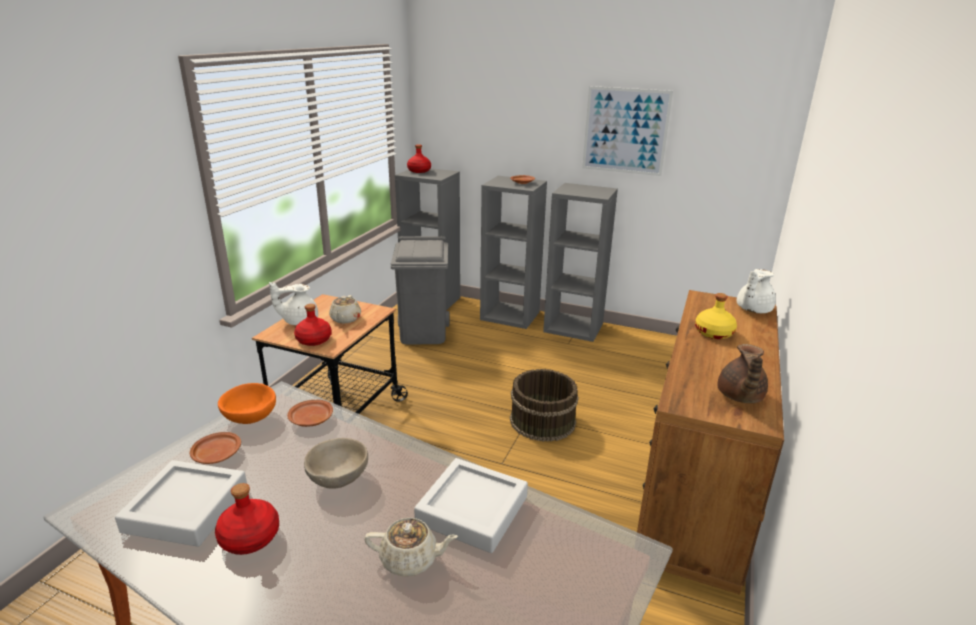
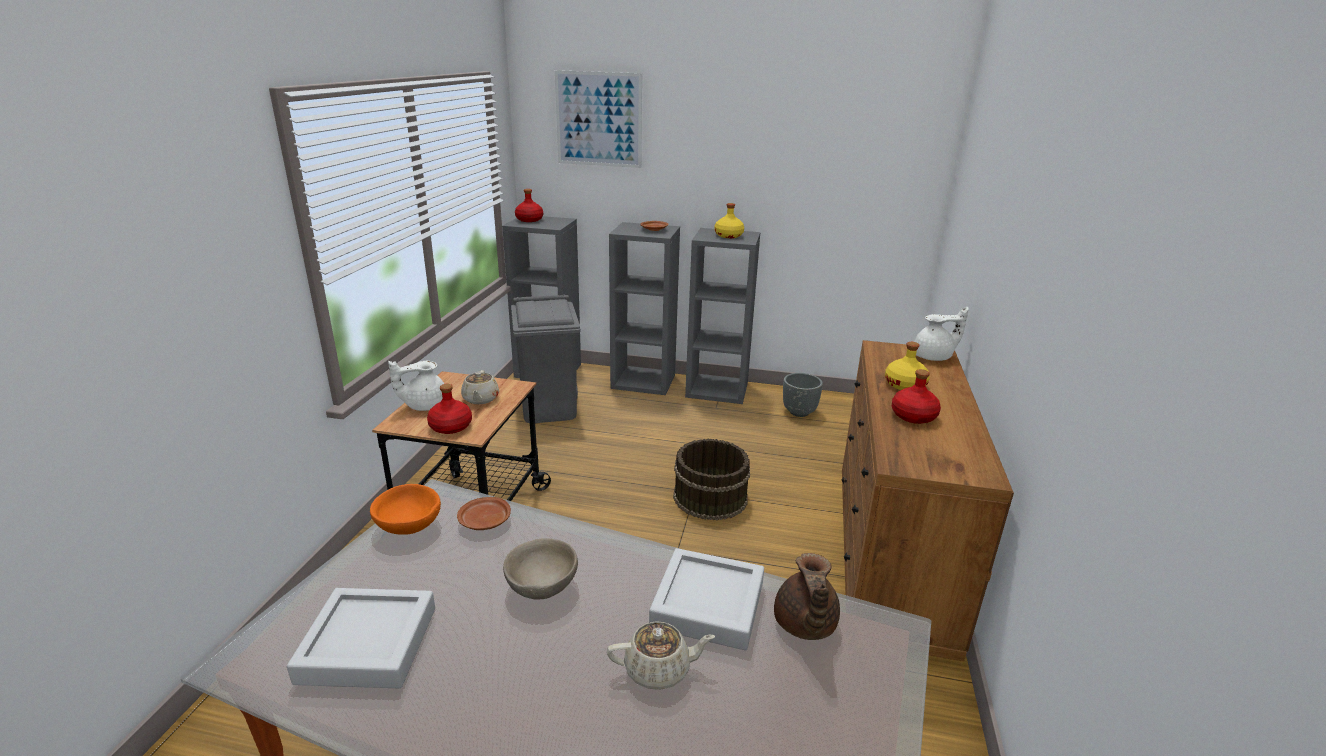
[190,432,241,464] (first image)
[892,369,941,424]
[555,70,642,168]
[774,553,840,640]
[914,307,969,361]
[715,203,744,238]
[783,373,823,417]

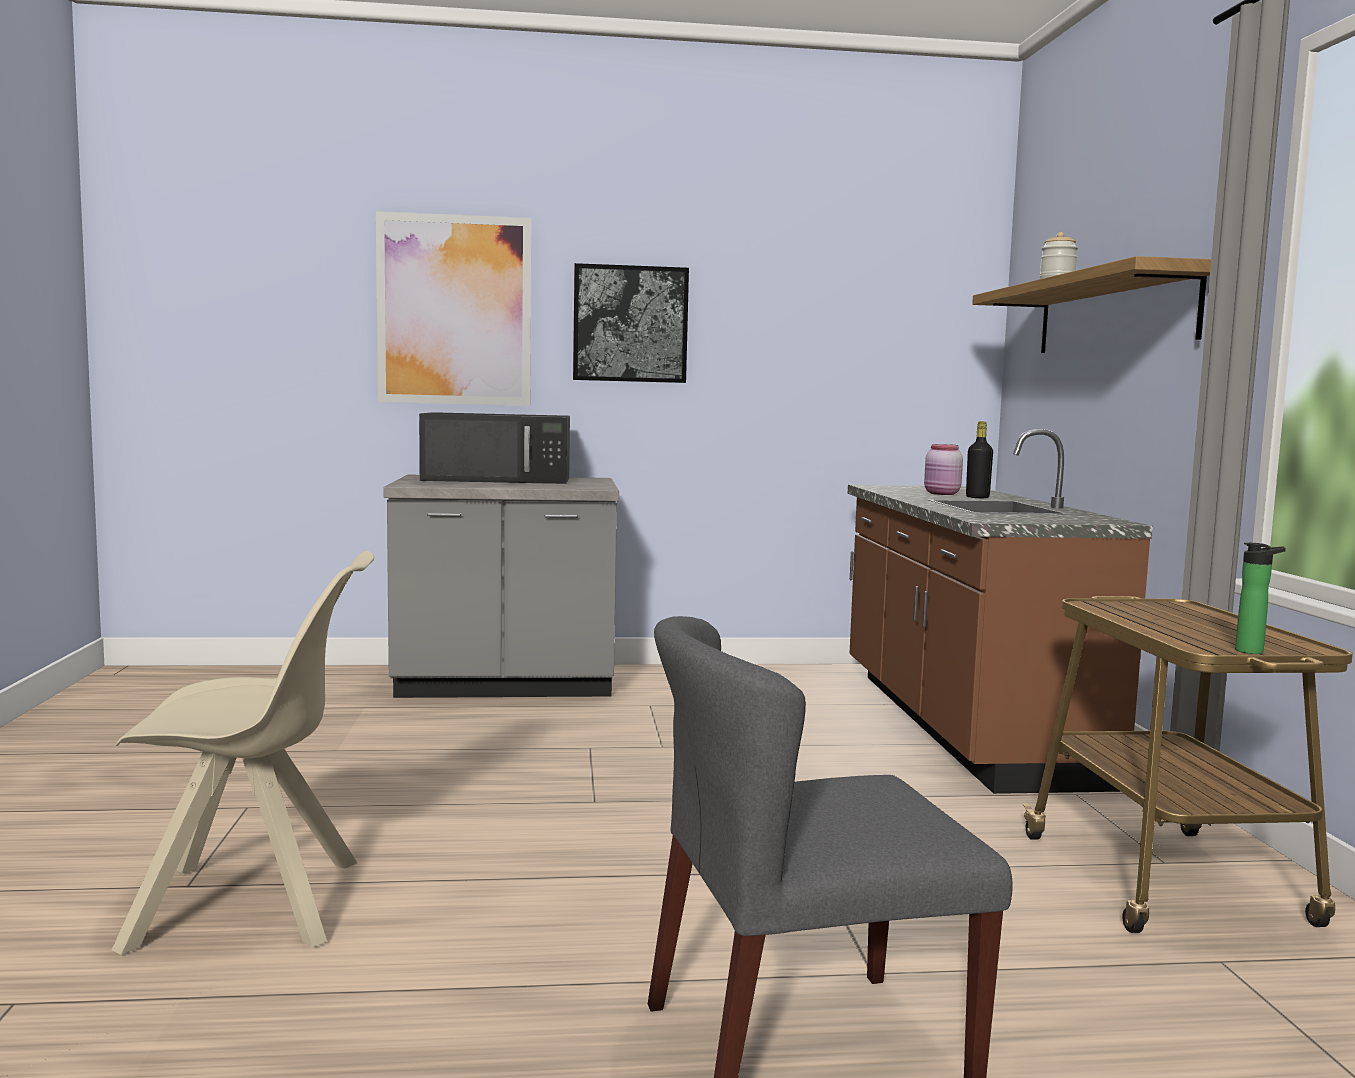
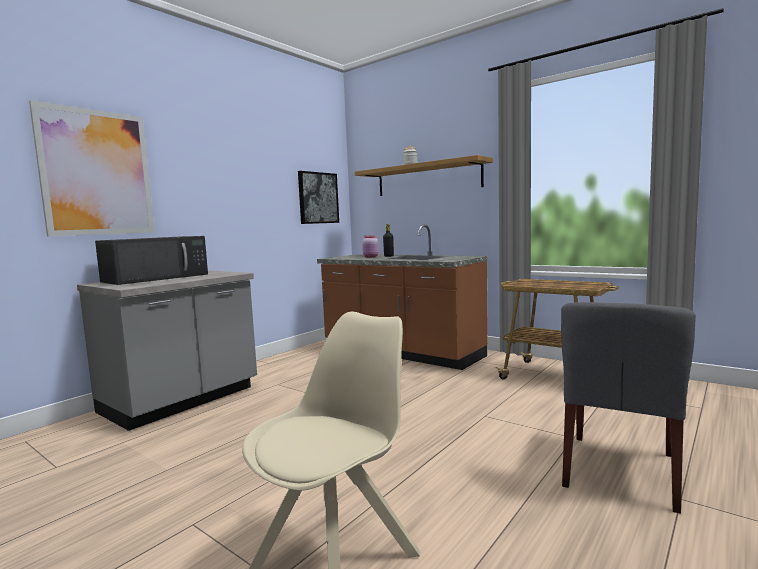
[298,171,339,224]
[1235,543,1286,654] (first image)

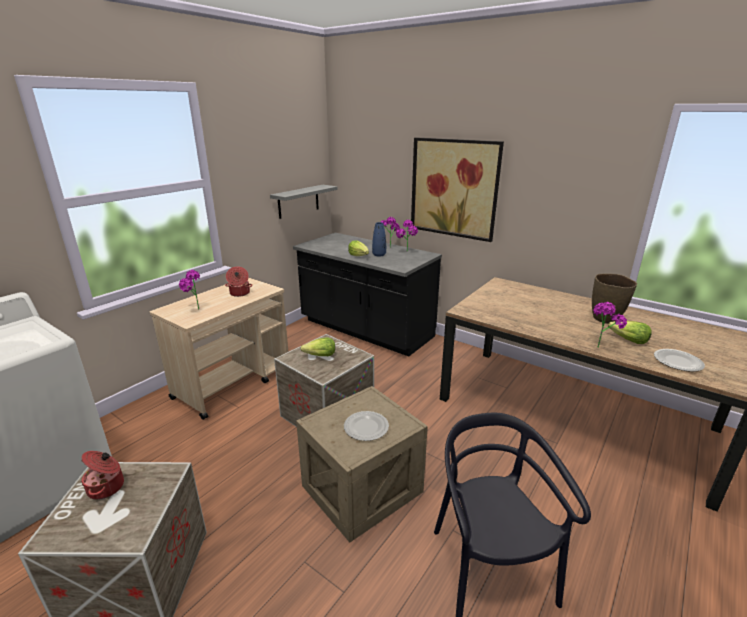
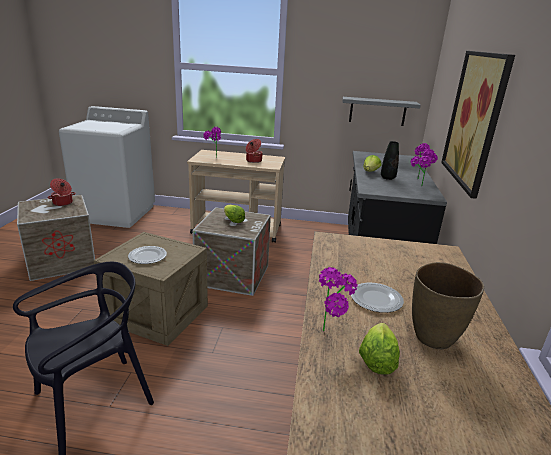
[381,141,399,180]
[351,283,404,313]

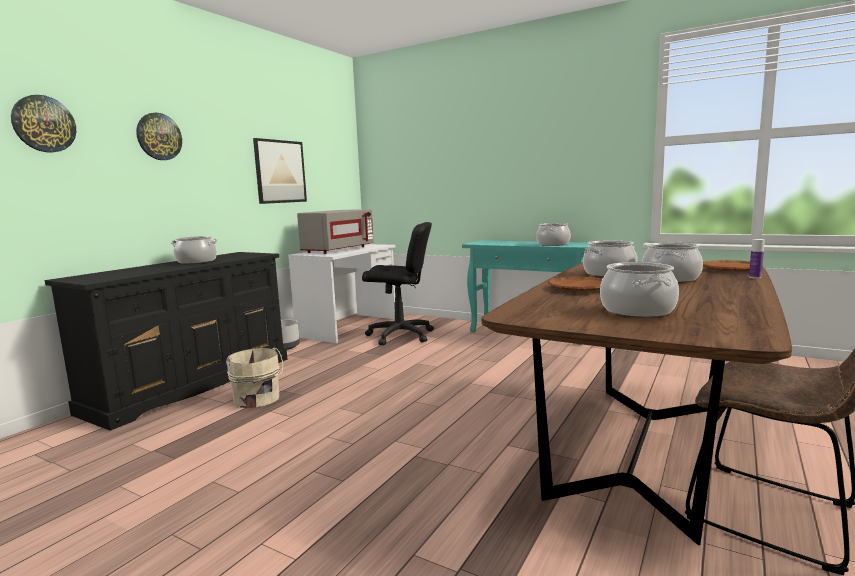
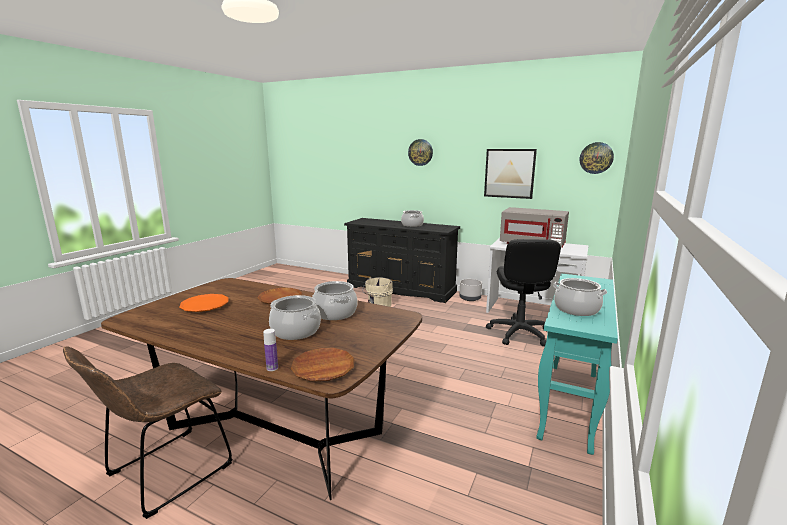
[579,142,614,174]
[179,294,228,312]

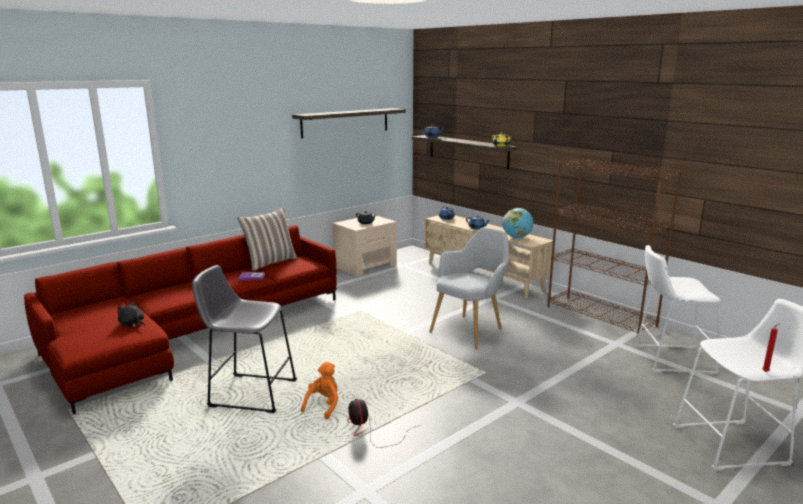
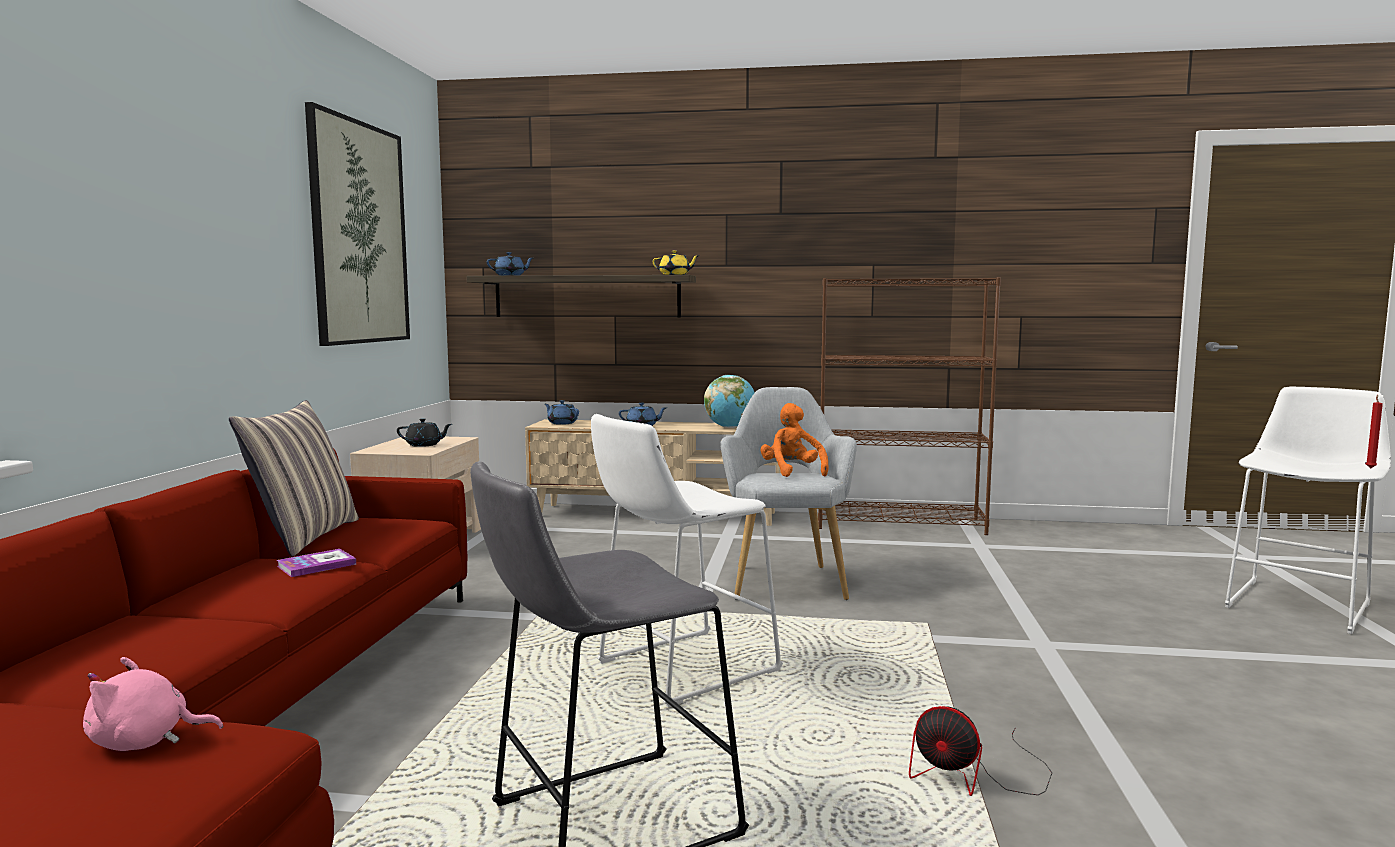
[83,657,223,751]
[305,102,410,346]
[760,403,829,477]
[591,414,783,707]

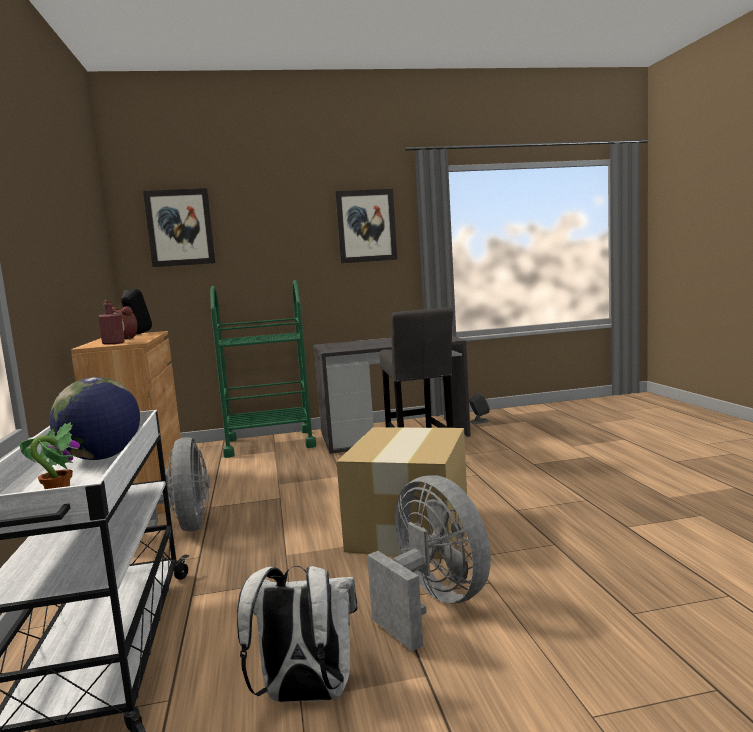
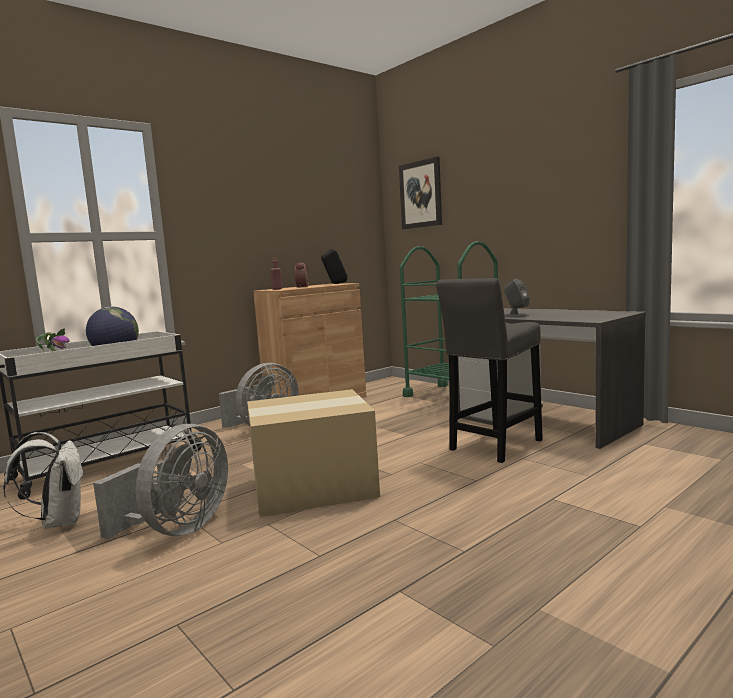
[335,189,397,263] (first image)
[504,279,530,317]

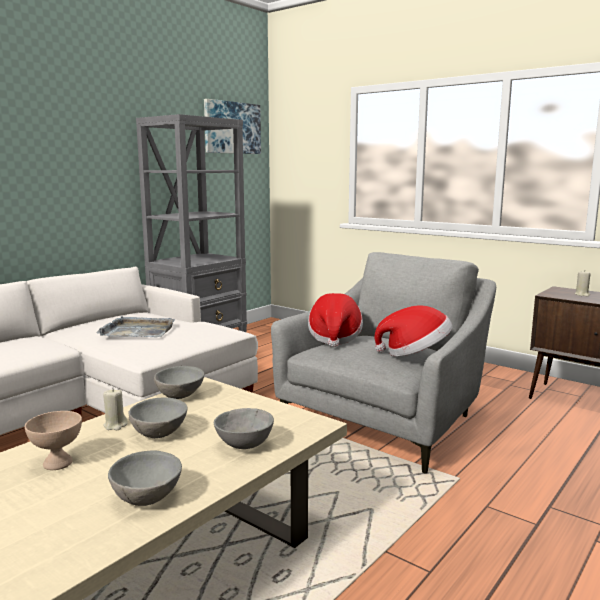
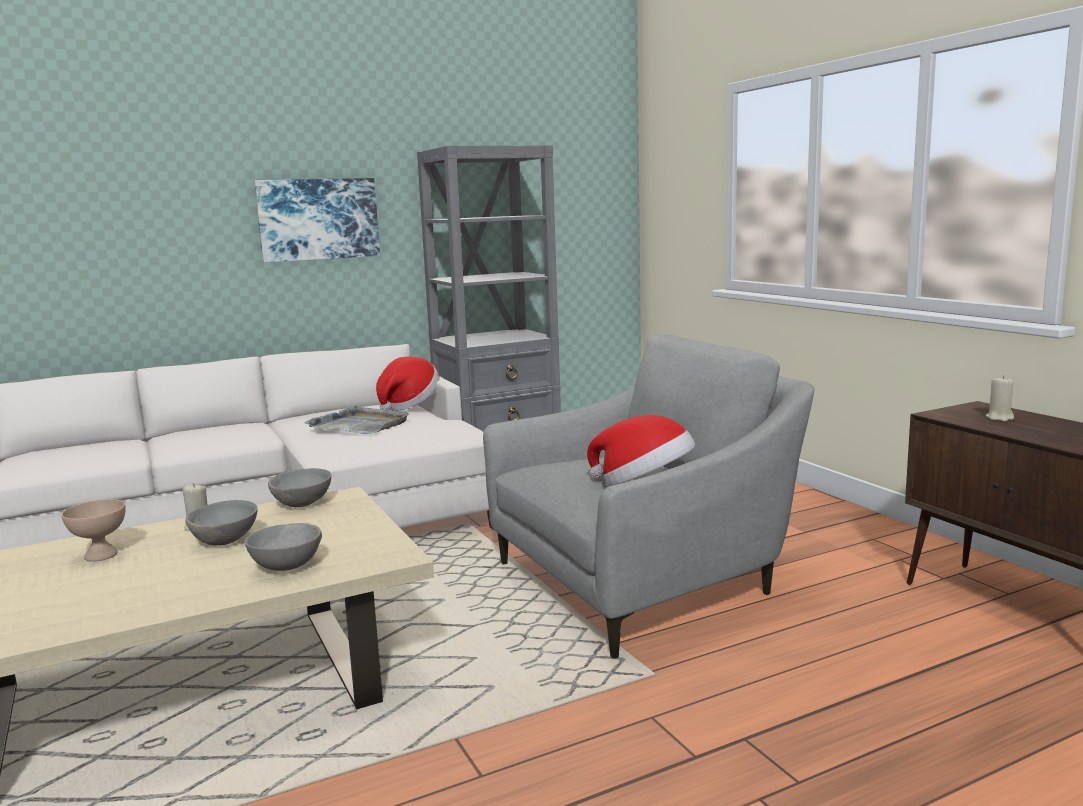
[108,450,182,506] (first image)
[254,178,380,262]
[376,357,440,411]

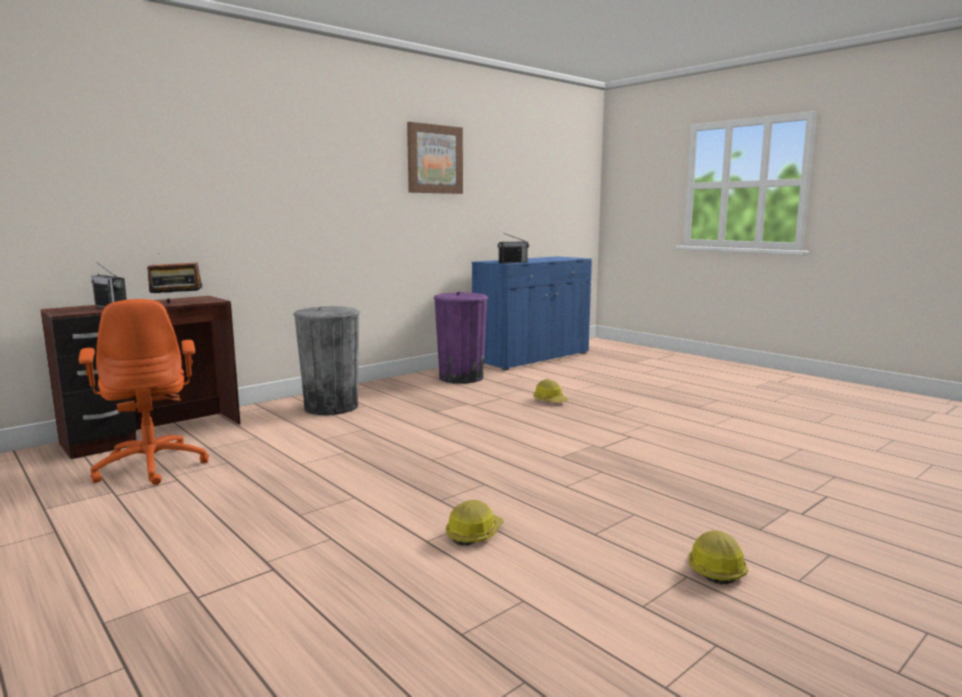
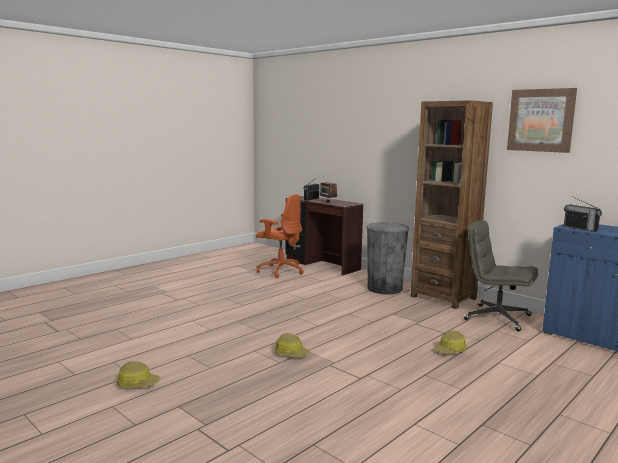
[256,194,304,278]
[464,220,538,331]
[274,333,310,357]
[410,100,493,309]

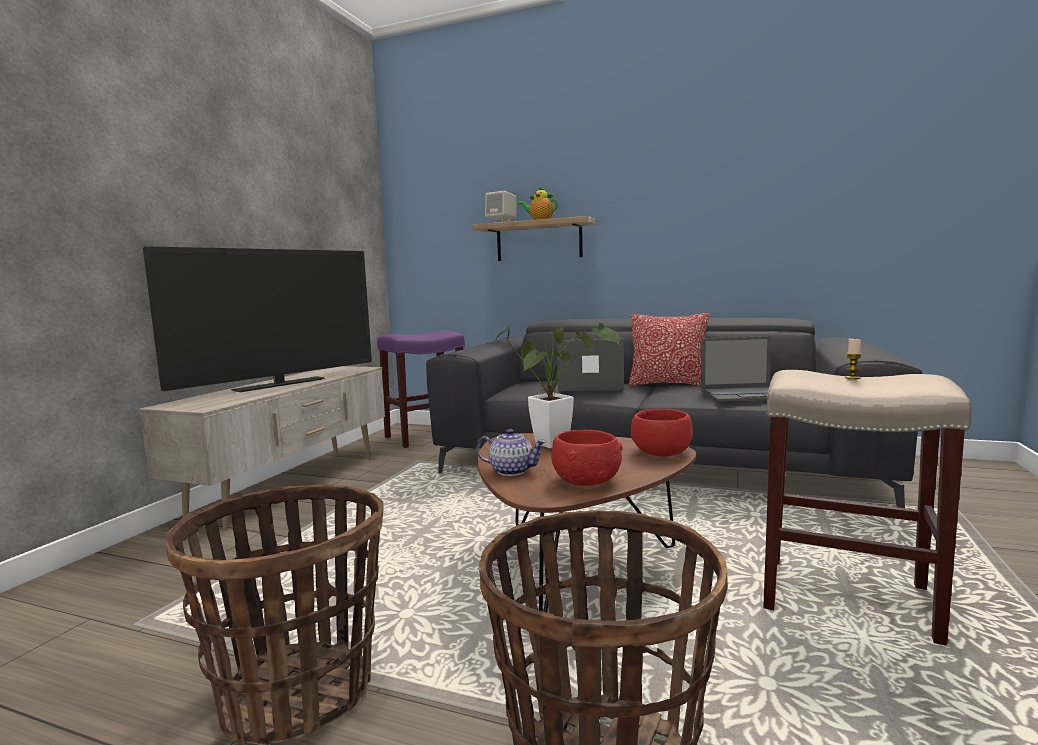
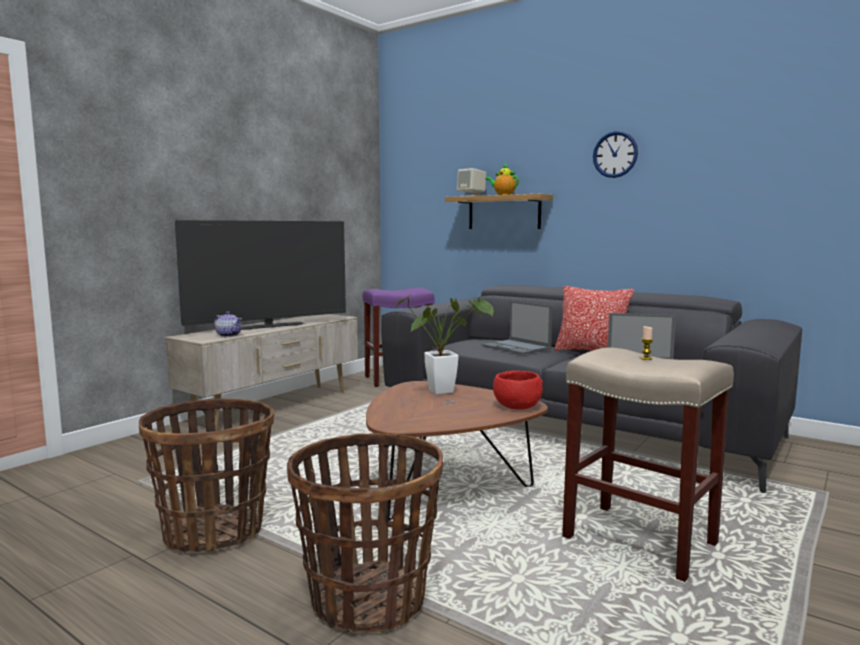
[214,311,242,337]
[551,430,623,486] (first image)
[482,300,552,355]
[593,131,638,178]

